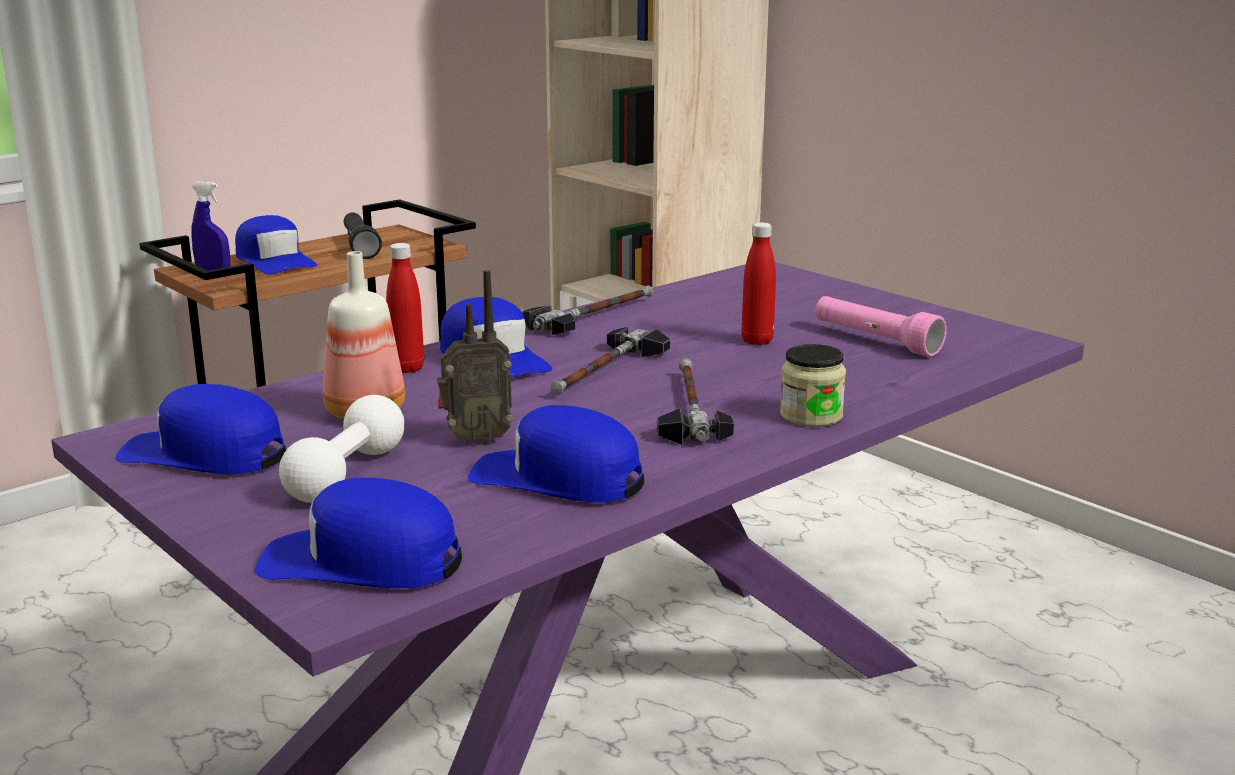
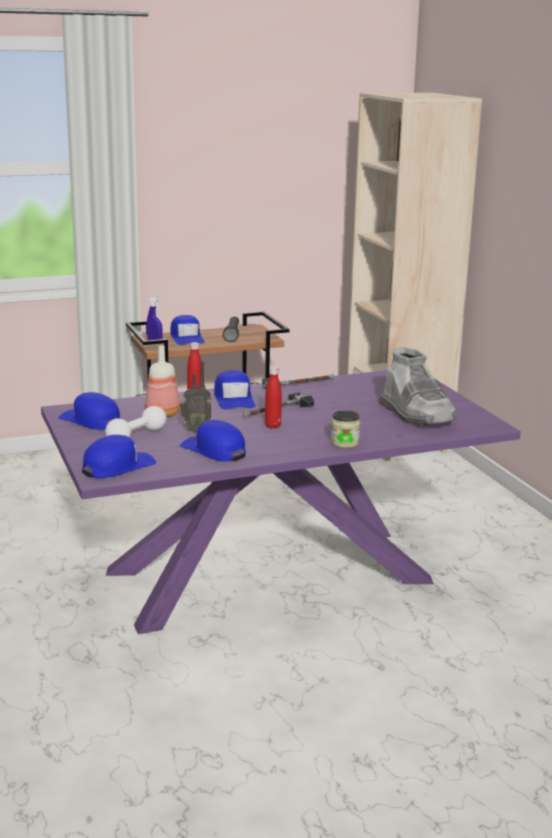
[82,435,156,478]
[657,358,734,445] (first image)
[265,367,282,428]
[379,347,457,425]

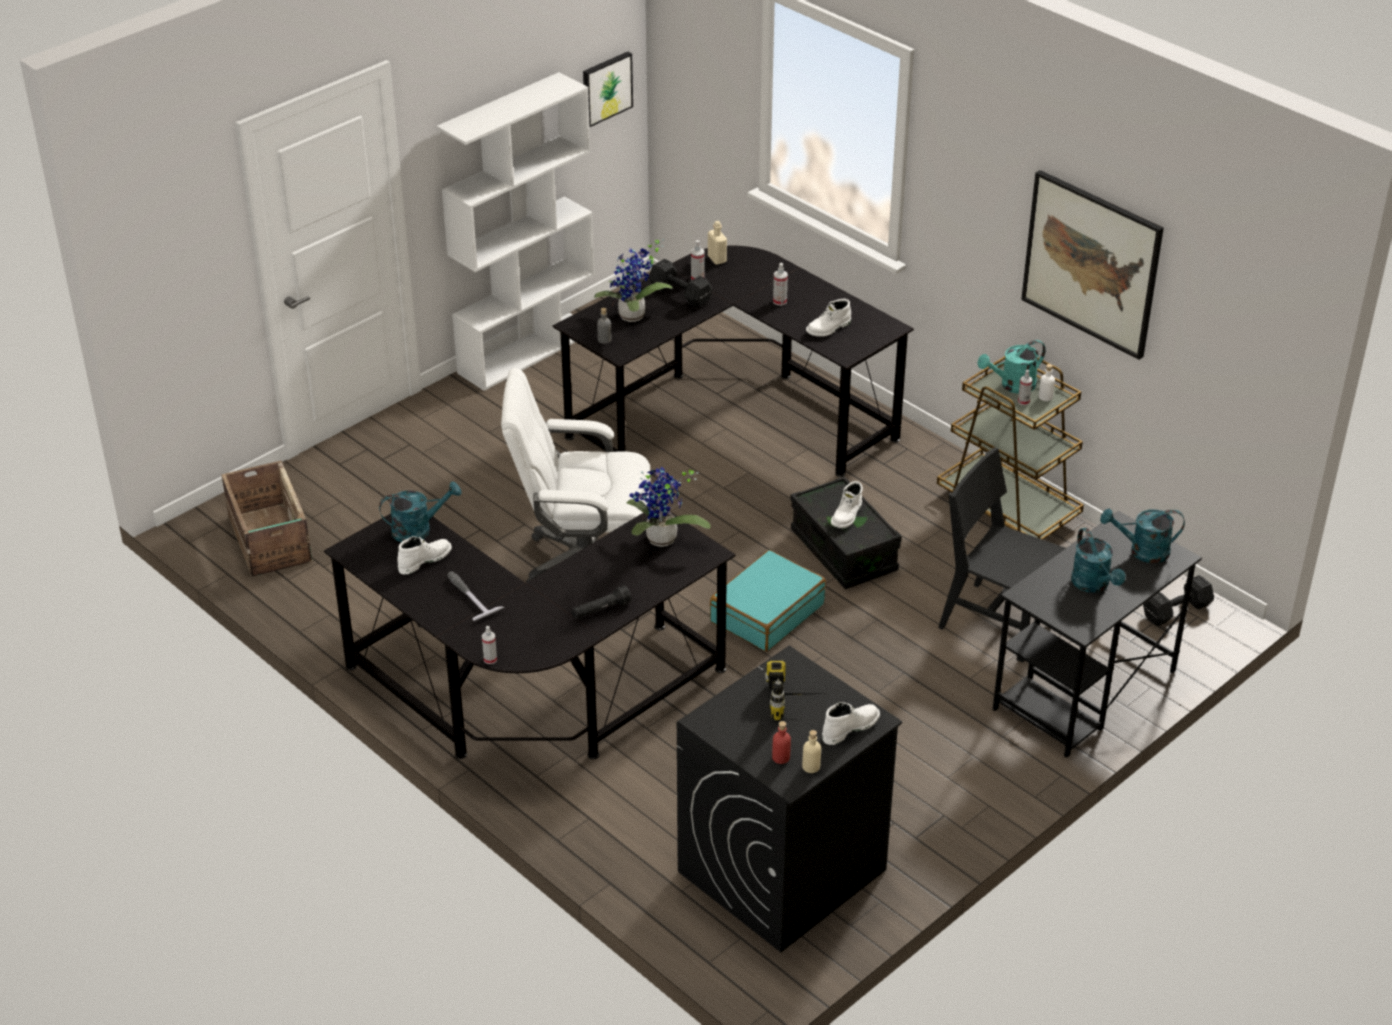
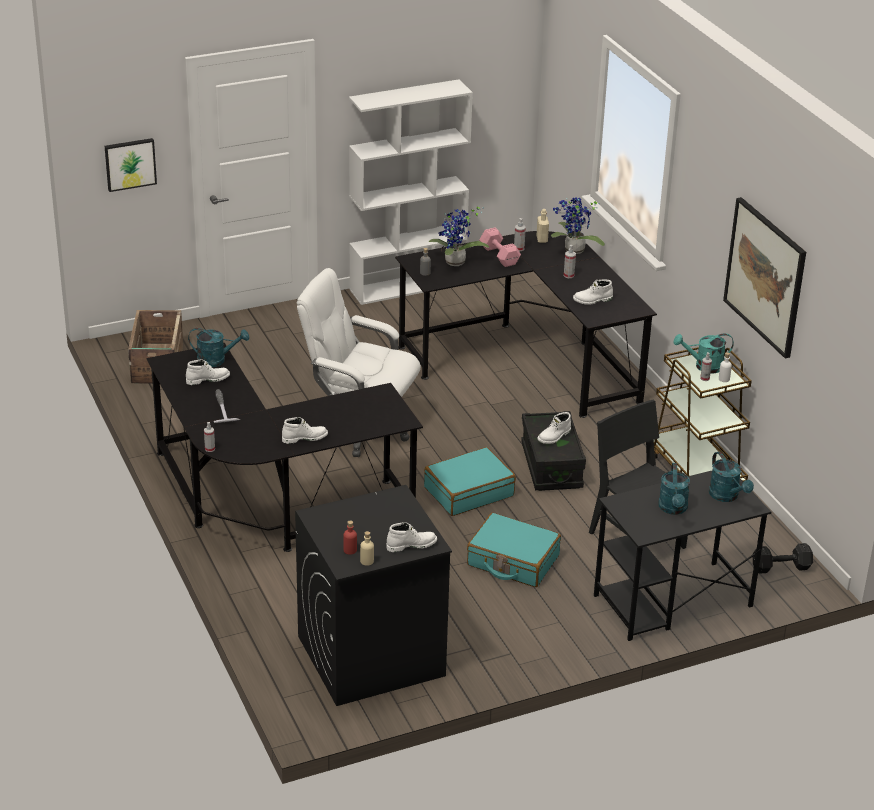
[282,417,328,444]
[105,138,157,192]
[551,197,605,254]
[479,228,521,267]
[765,659,813,721] (first image)
[709,452,754,502]
[467,513,561,587]

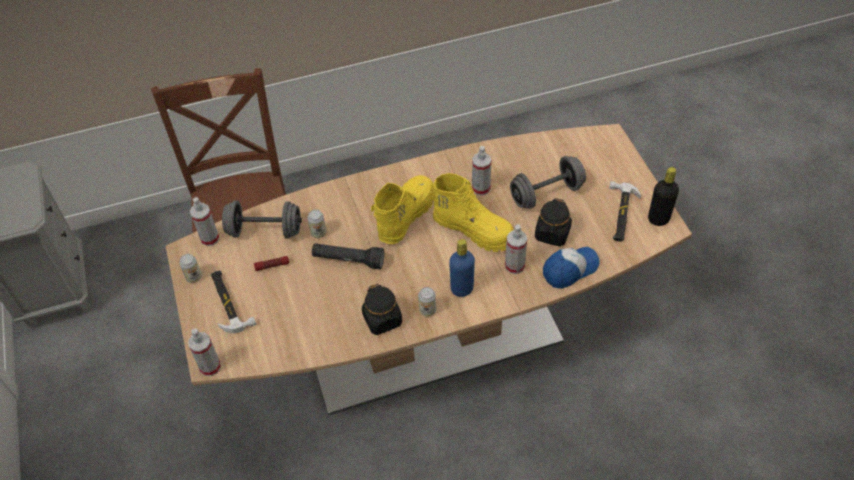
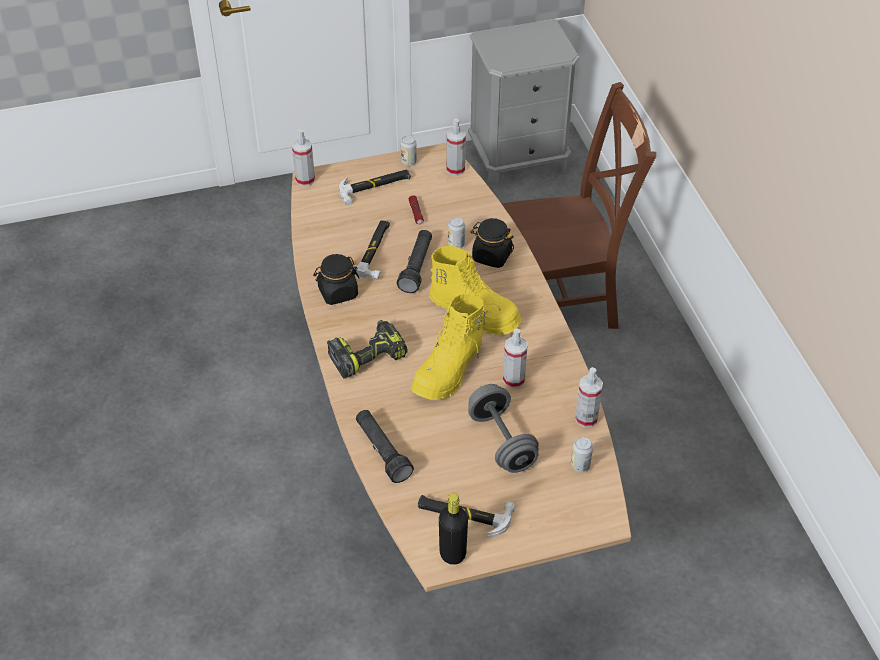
[222,201,302,238] (first image)
[571,437,593,472]
[327,320,408,379]
[575,367,603,428]
[471,218,514,268]
[356,410,414,483]
[353,220,390,280]

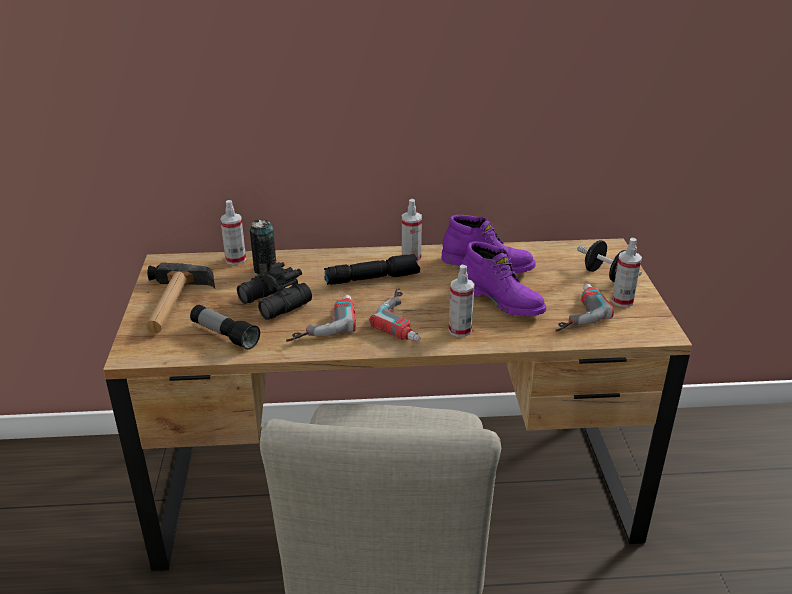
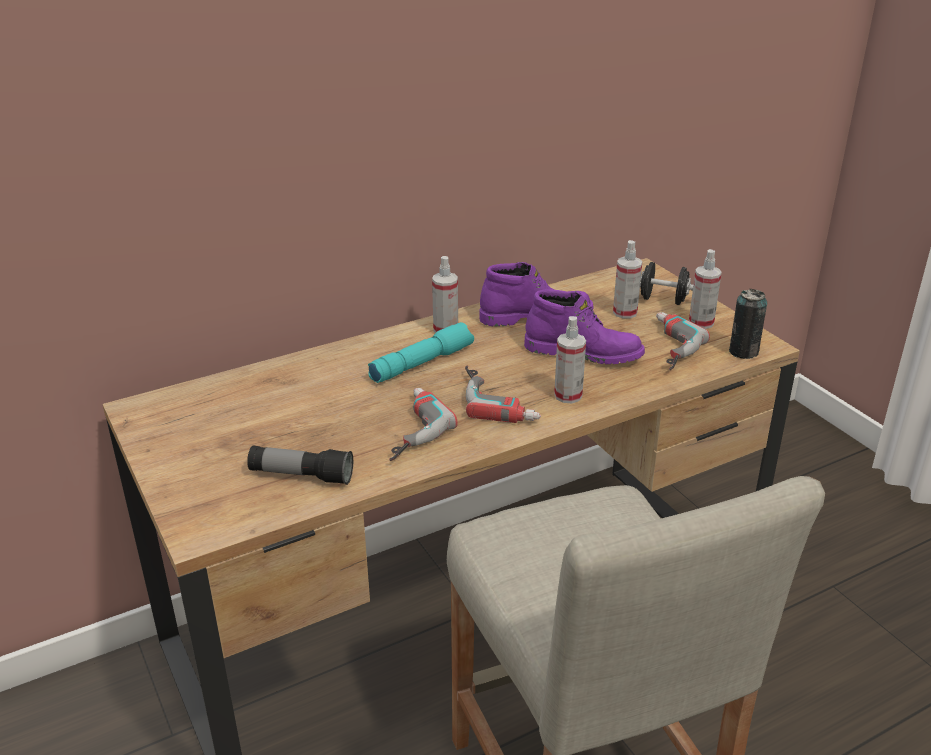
[146,263,215,333] (first image)
[613,240,642,319]
[237,262,312,320] (first image)
[729,289,767,359]
[368,322,474,383]

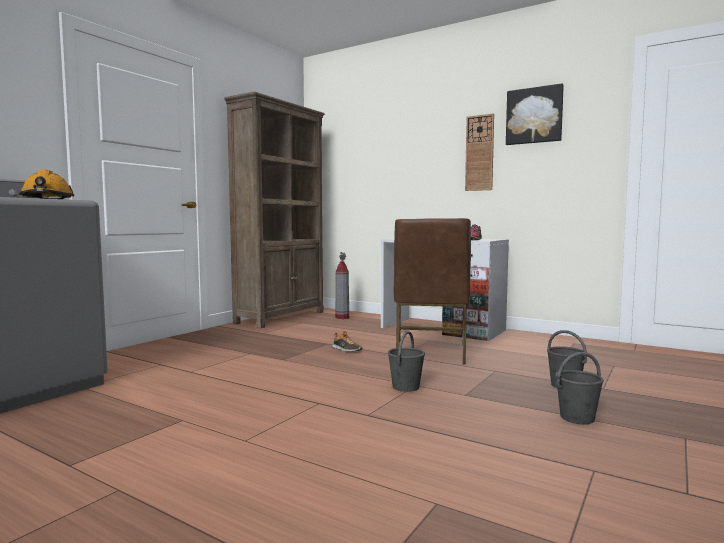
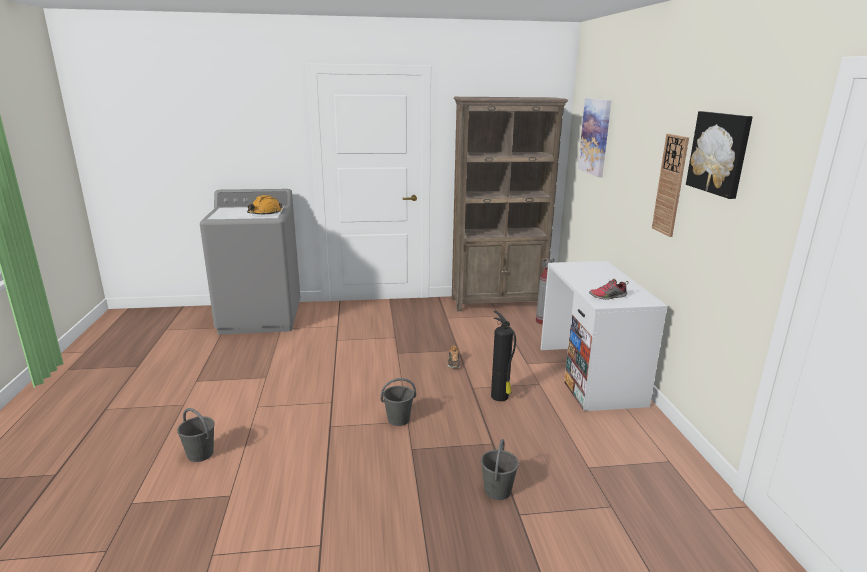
[491,311,516,401]
[177,408,215,462]
[578,98,612,177]

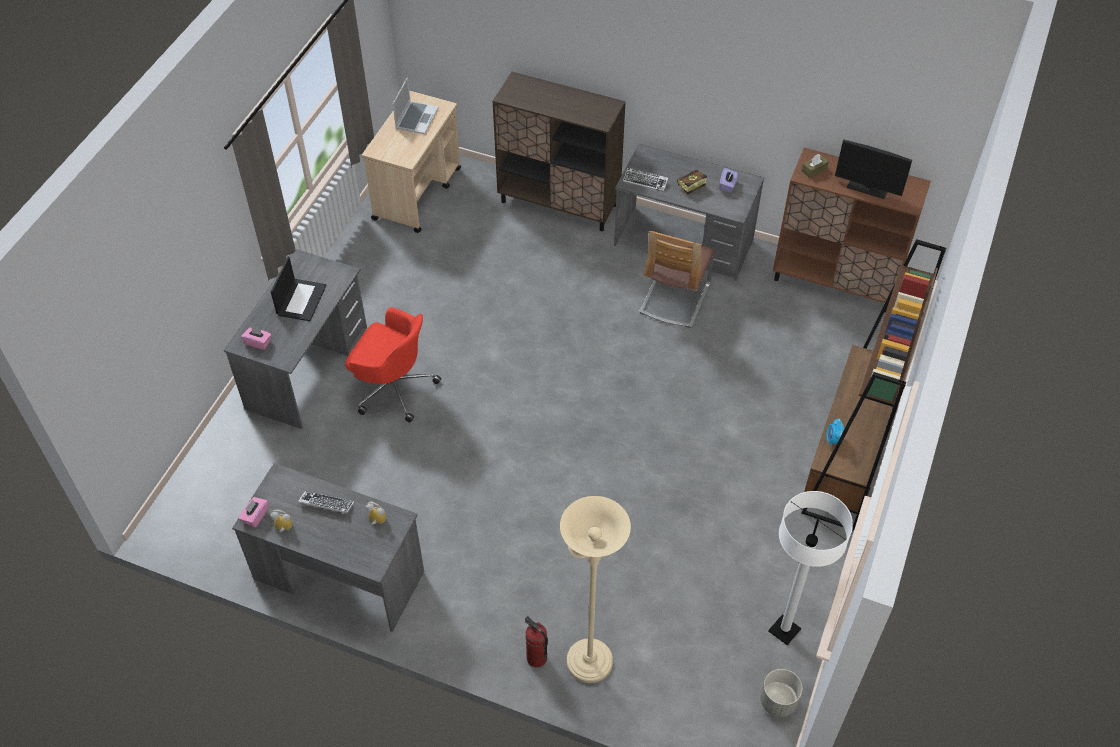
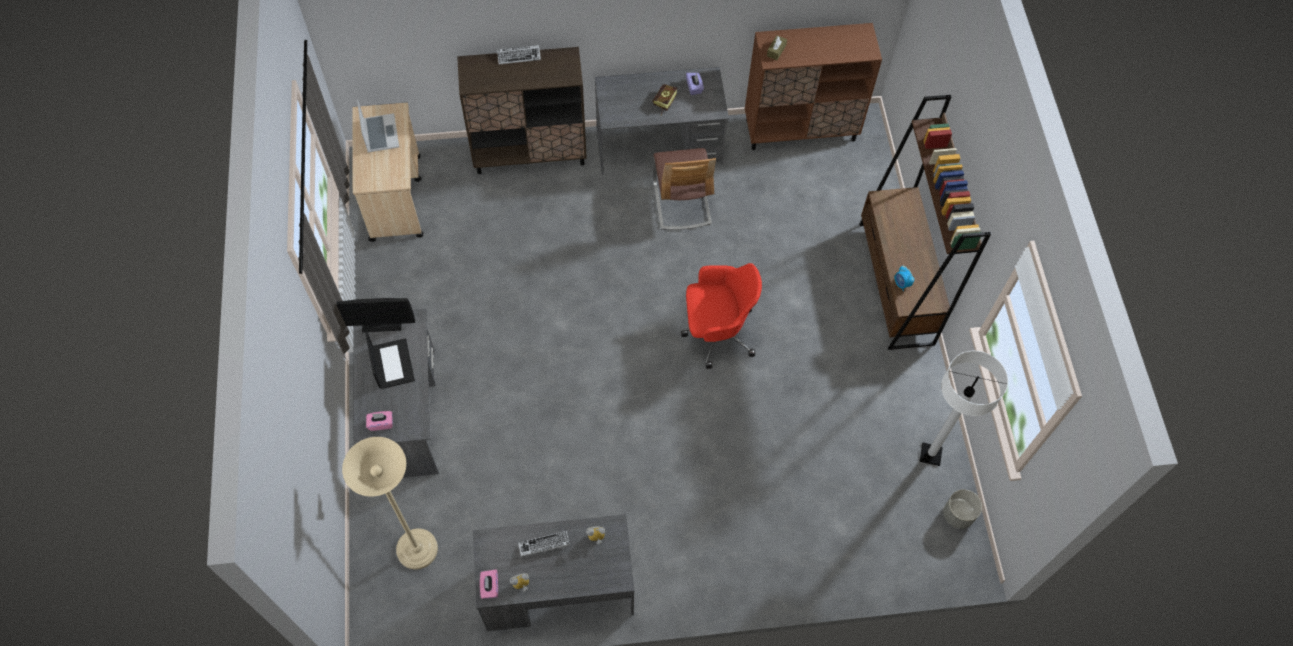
[681,263,762,369]
[525,616,548,667] (first image)
[342,437,438,570]
[497,45,541,64]
[336,298,415,332]

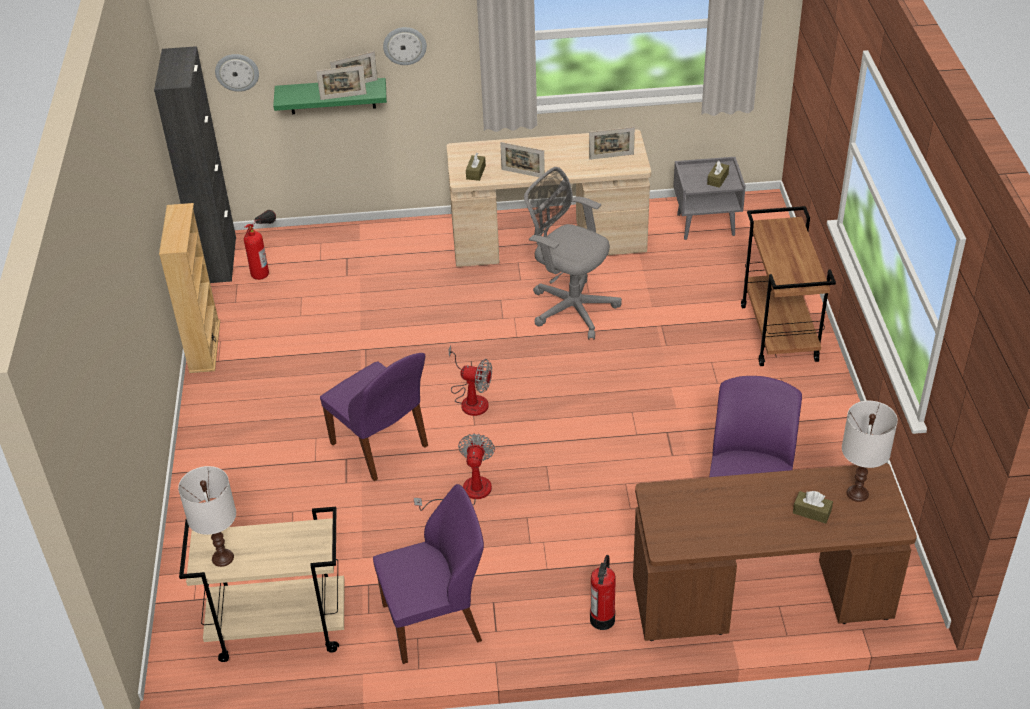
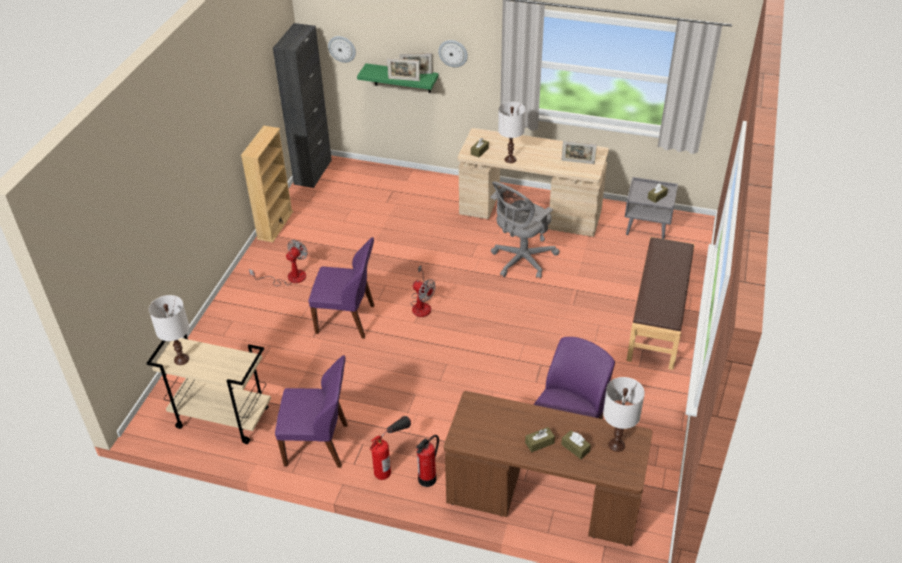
[369,416,411,480]
[308,237,374,339]
[249,240,308,286]
[498,102,526,163]
[490,181,559,279]
[626,237,695,370]
[525,427,555,452]

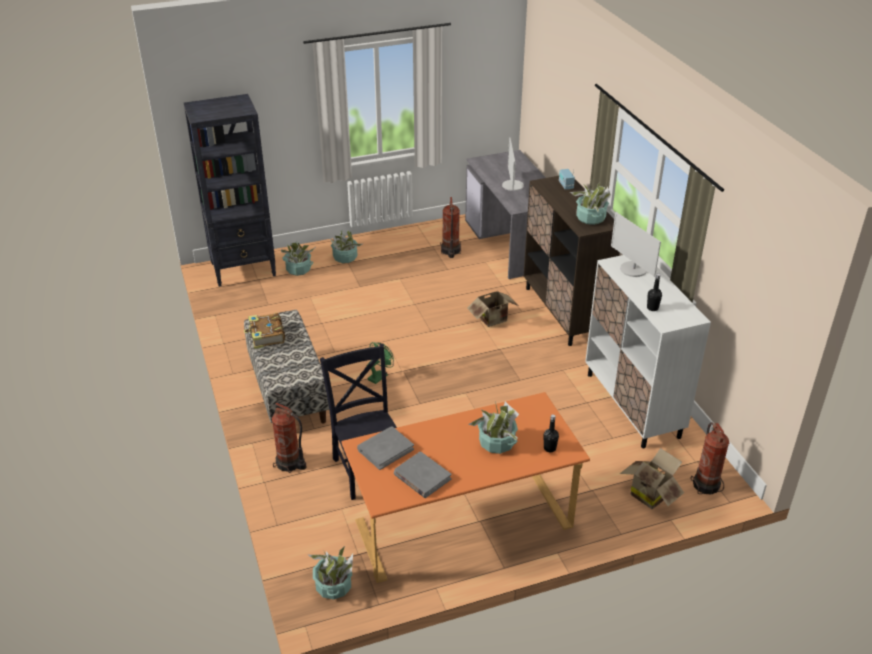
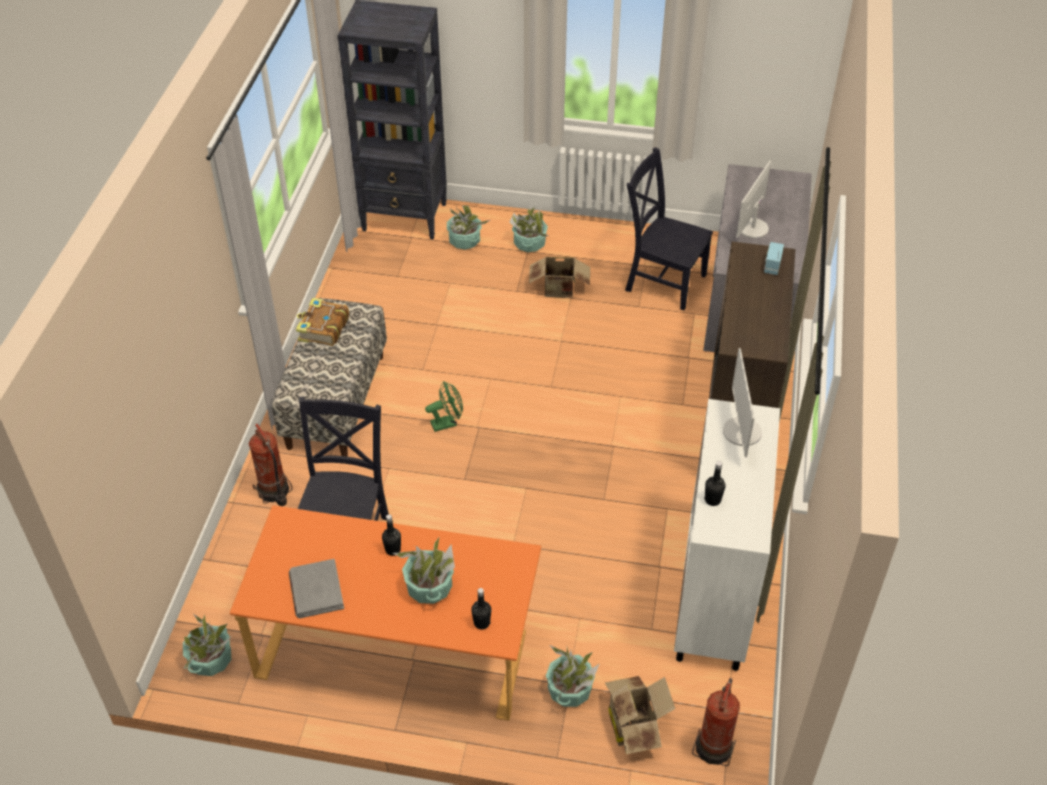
[357,427,414,470] (first image)
[625,147,713,310]
[529,257,590,298]
[546,645,599,707]
[382,514,401,556]

